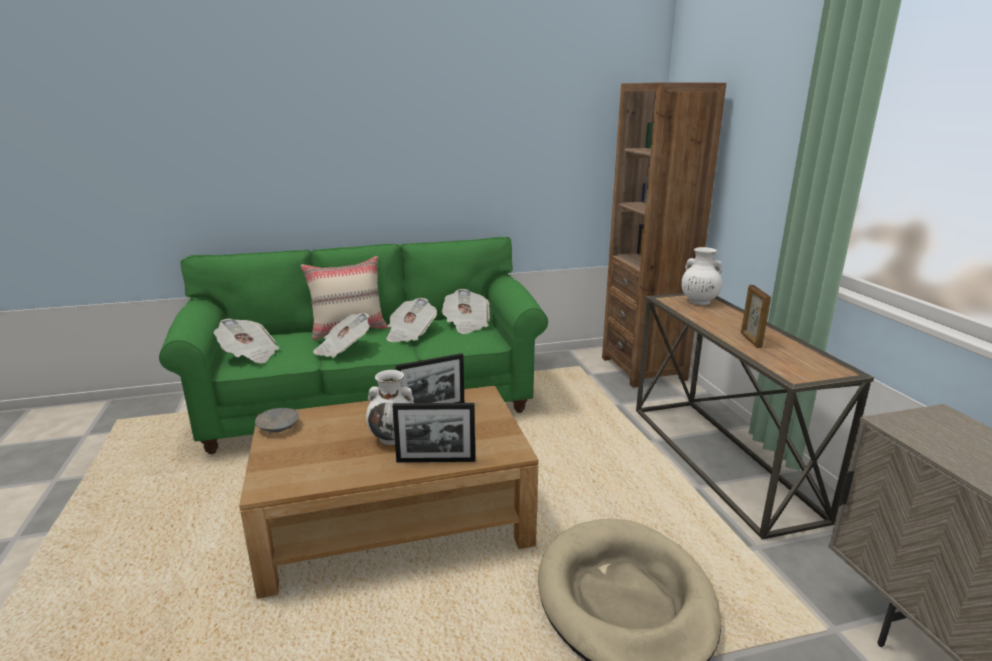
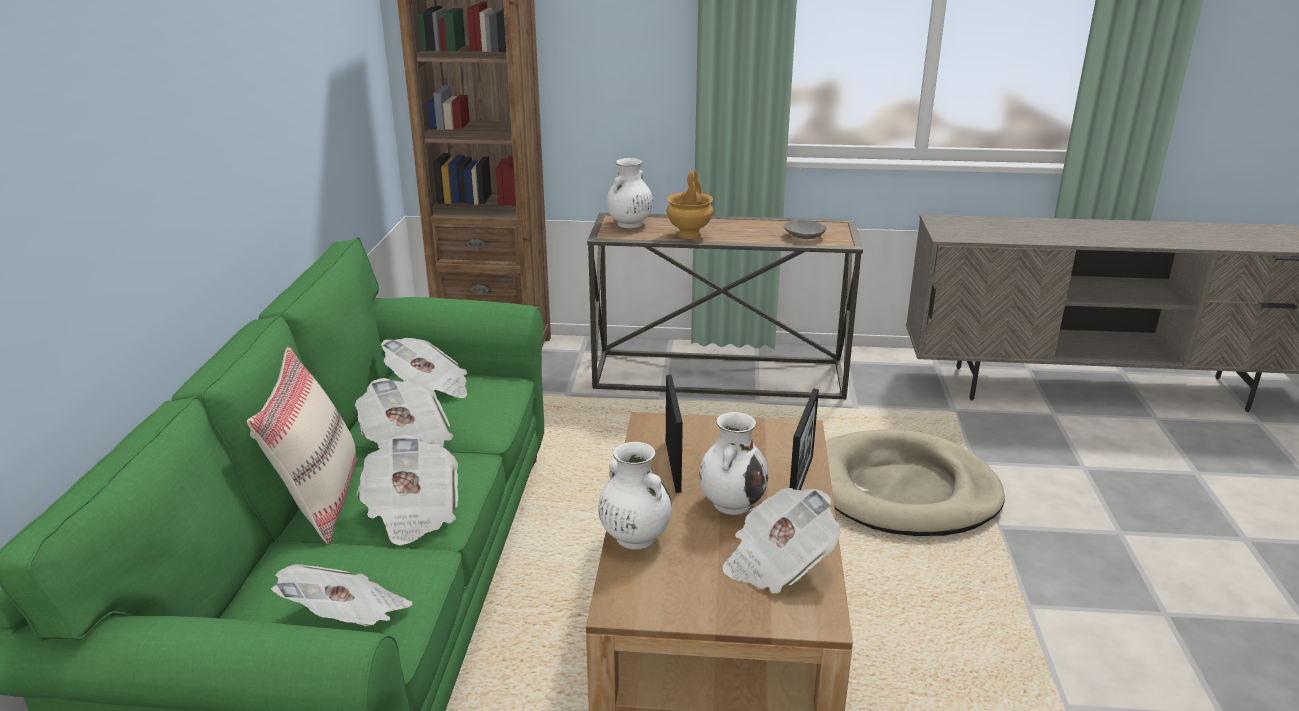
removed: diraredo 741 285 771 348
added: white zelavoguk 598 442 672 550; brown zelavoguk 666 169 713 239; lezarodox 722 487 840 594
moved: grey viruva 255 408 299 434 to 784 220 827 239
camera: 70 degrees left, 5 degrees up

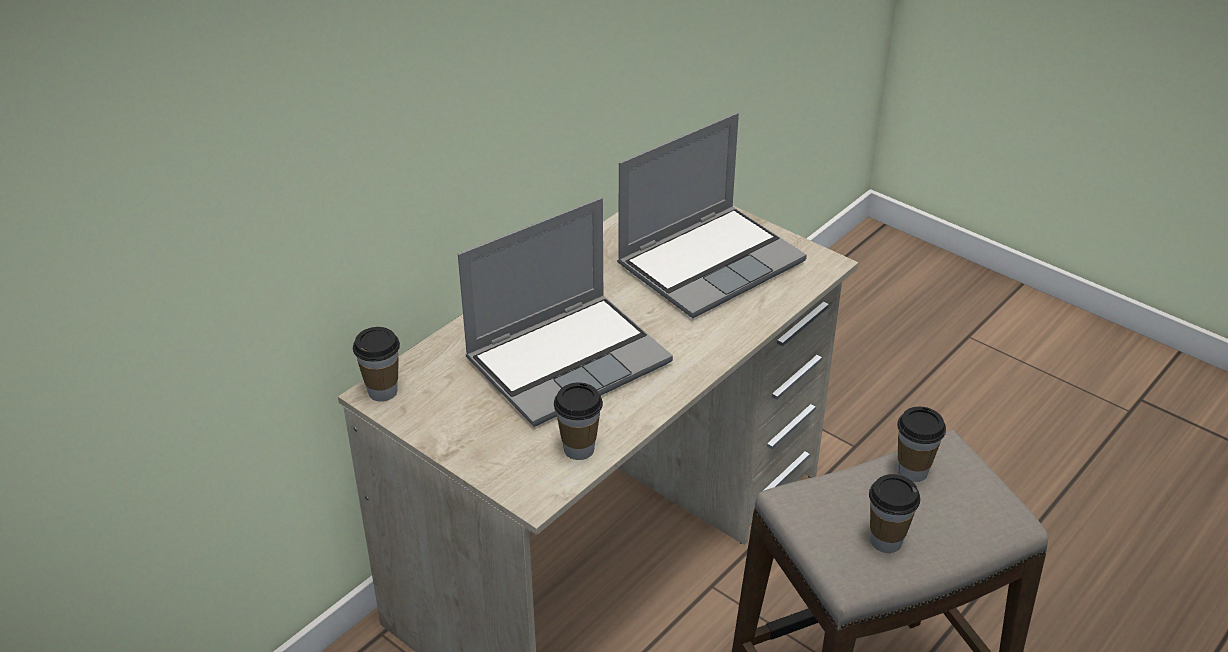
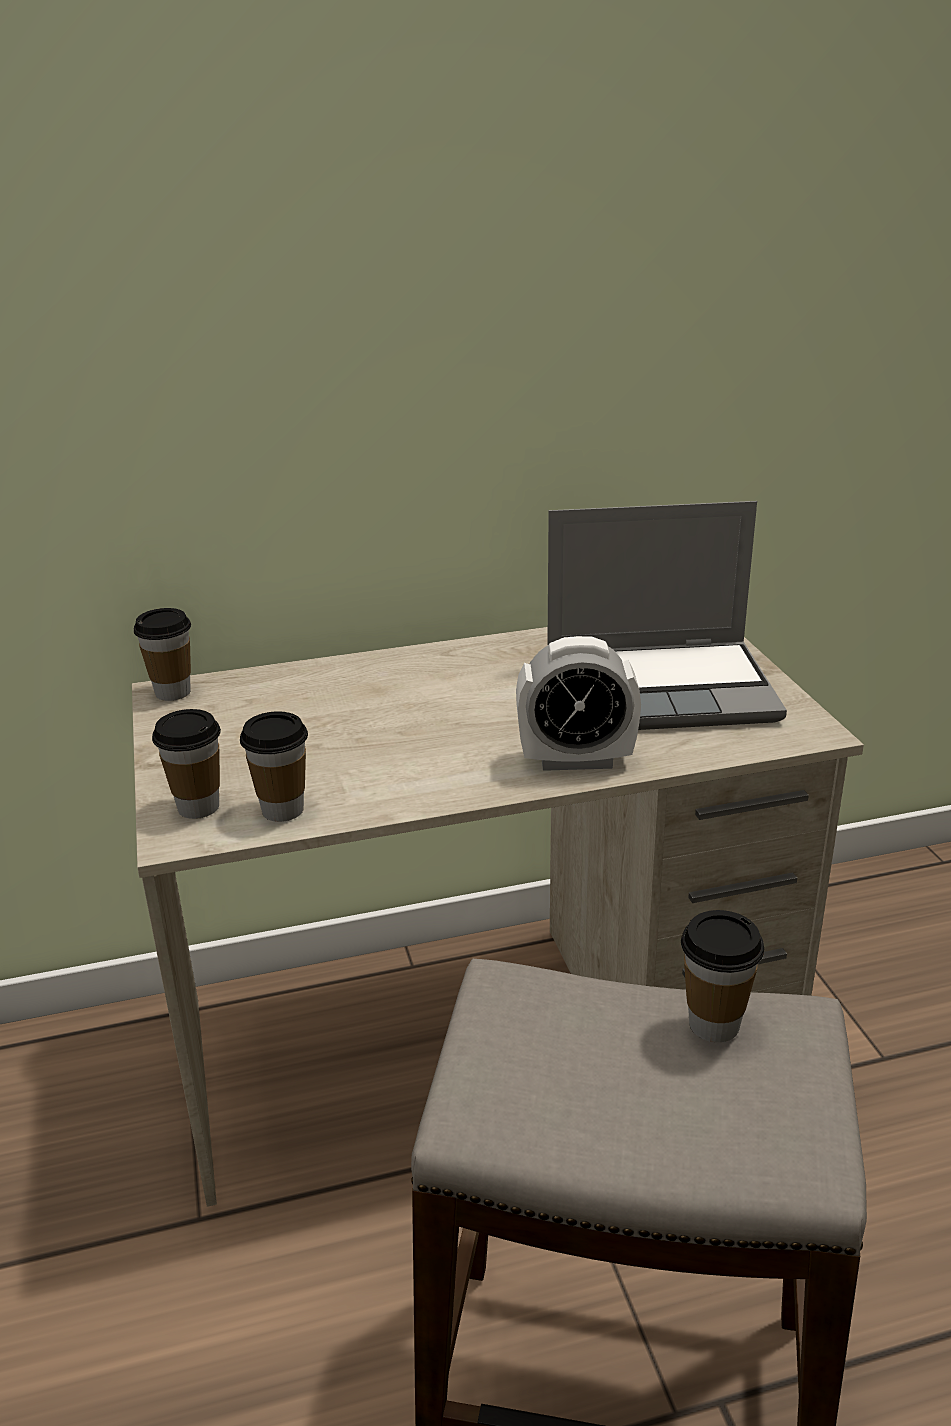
removed: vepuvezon 458 197 673 427
added: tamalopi 516 636 641 771
moved: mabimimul 869 474 920 553 to 152 709 221 819
camera: 35 degrees right, 10 degrees down

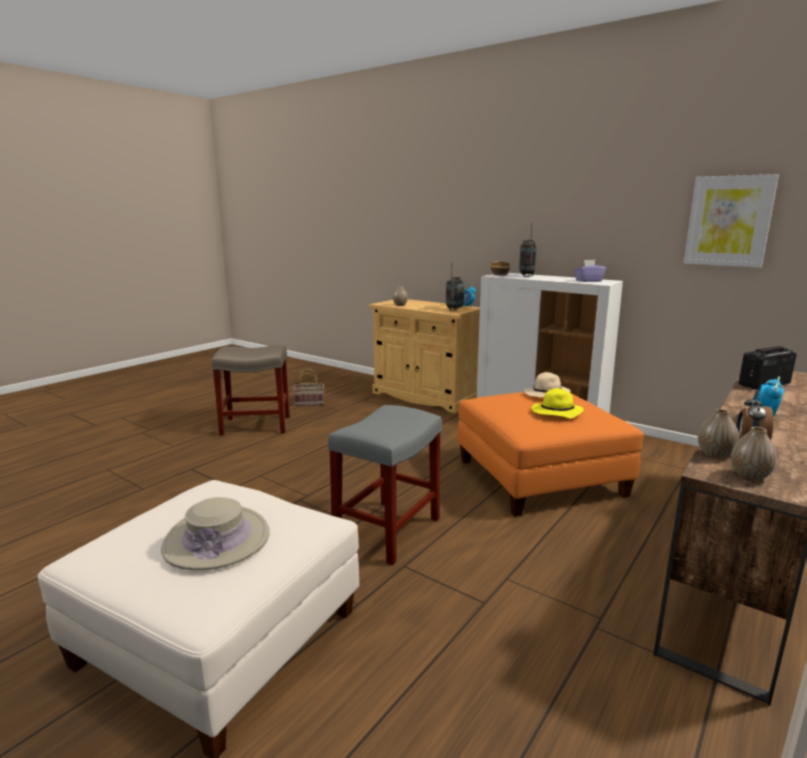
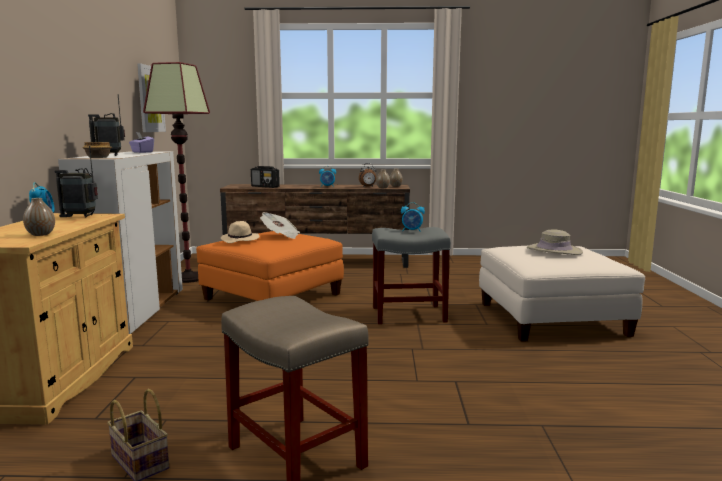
added: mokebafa 143 62 210 283; tamalopi 401 202 425 232
replaced: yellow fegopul 531 388 584 419 to lezarodox 260 212 300 239
camera: 125 degrees left, 5 degrees down

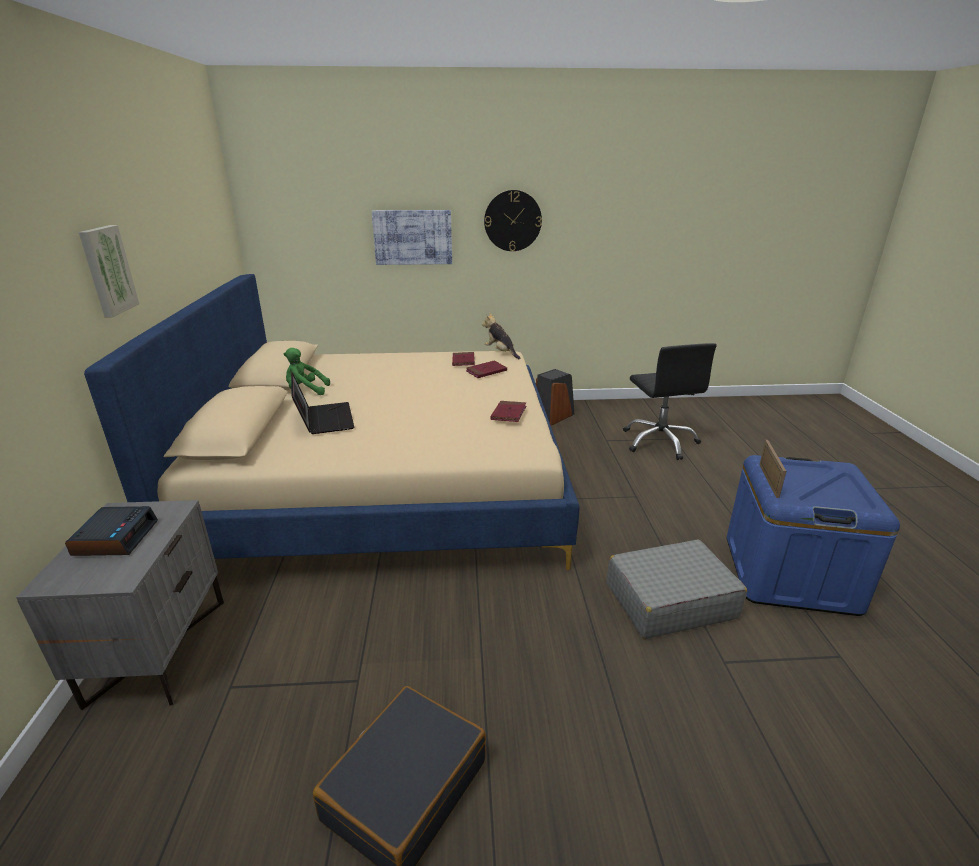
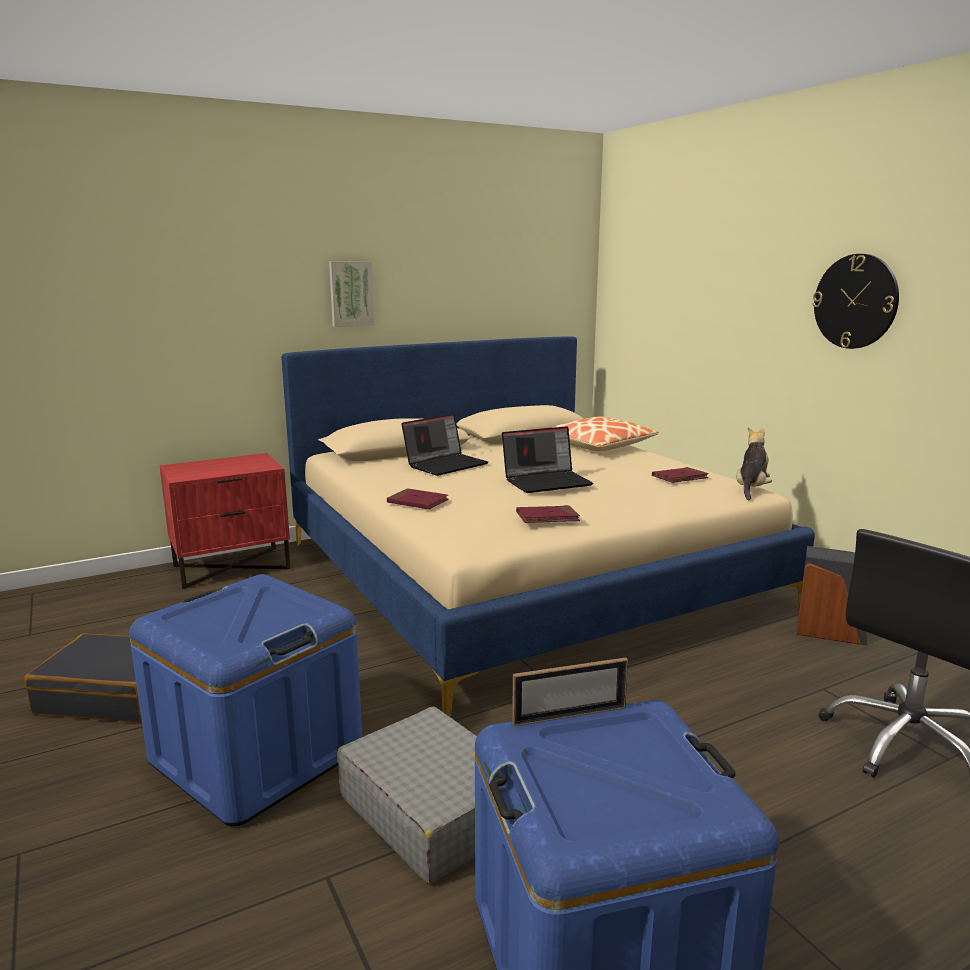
removed: tamalopi 65 506 158 556; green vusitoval 283 348 330 395; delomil 372 210 452 265
added: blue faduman 129 574 362 826; vepuvezon 502 426 593 493; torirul 552 417 659 451
moved: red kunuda 466 360 507 378 to 387 488 449 510
recoloured: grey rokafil 16 500 224 710 to red rokafil 160 453 291 589
camera: 65 degrees right, 10 degrees down

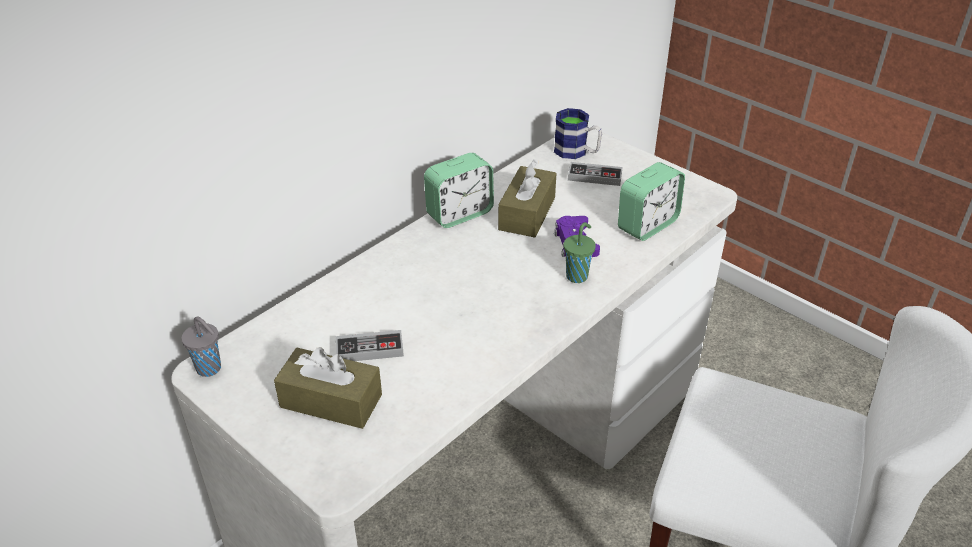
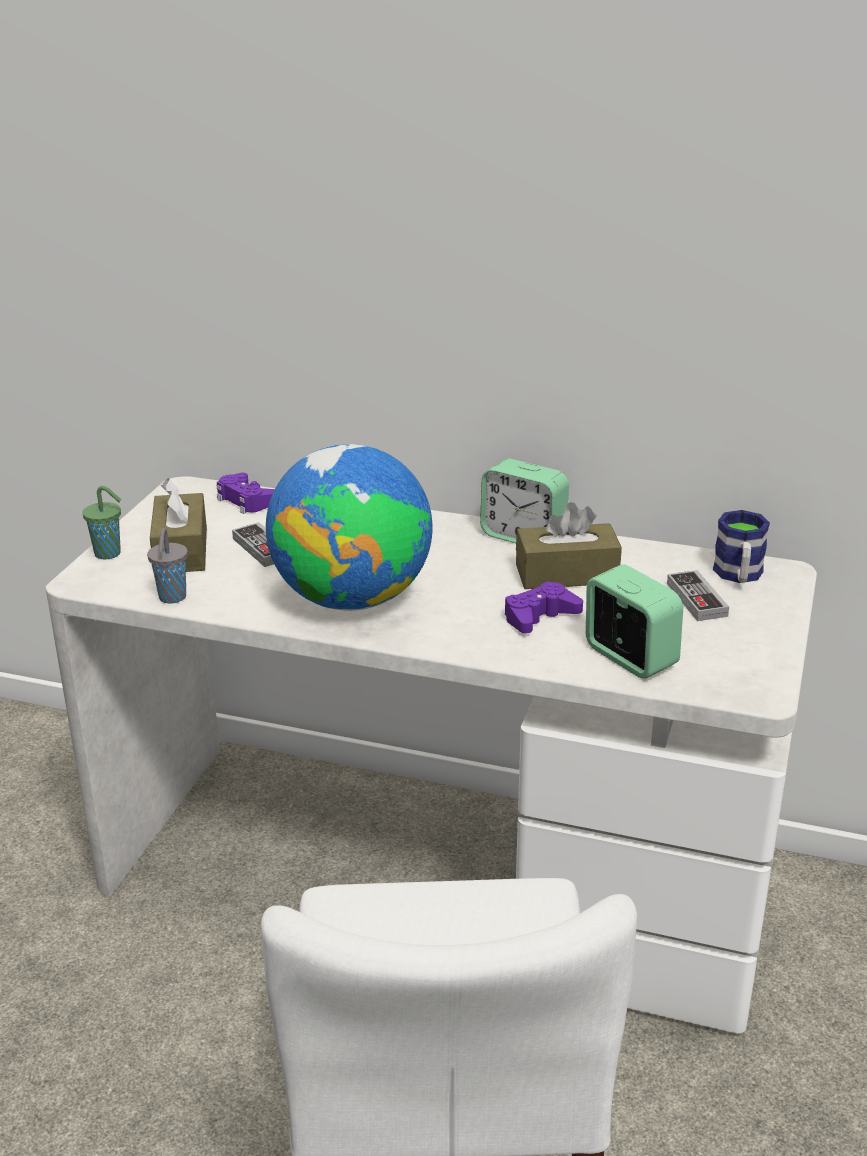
added: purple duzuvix 217 473 275 514; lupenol 266 444 432 611
moved: grey mabimimul 181 316 221 377 to 147 528 188 604; green mabimimul 564 222 596 283 to 82 486 121 559
turned: tamalopi 618 162 685 241 = 586 564 683 679 150 degrees counterclockwise
camera: 65 degrees right, 10 degrees down

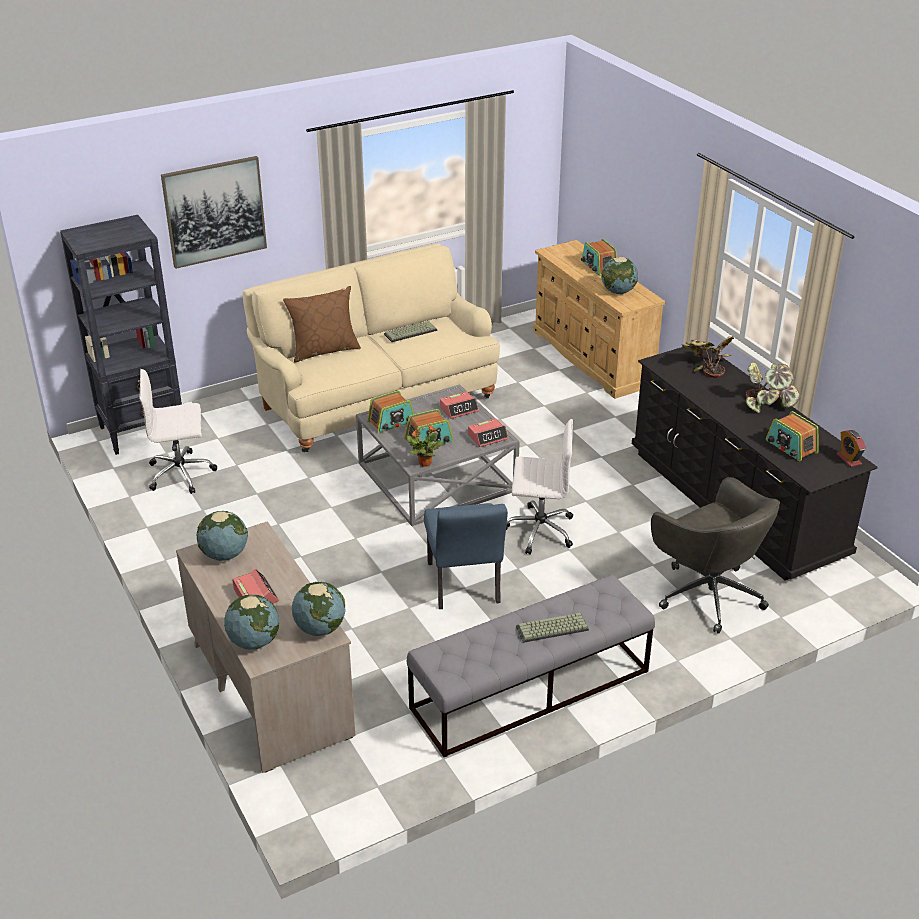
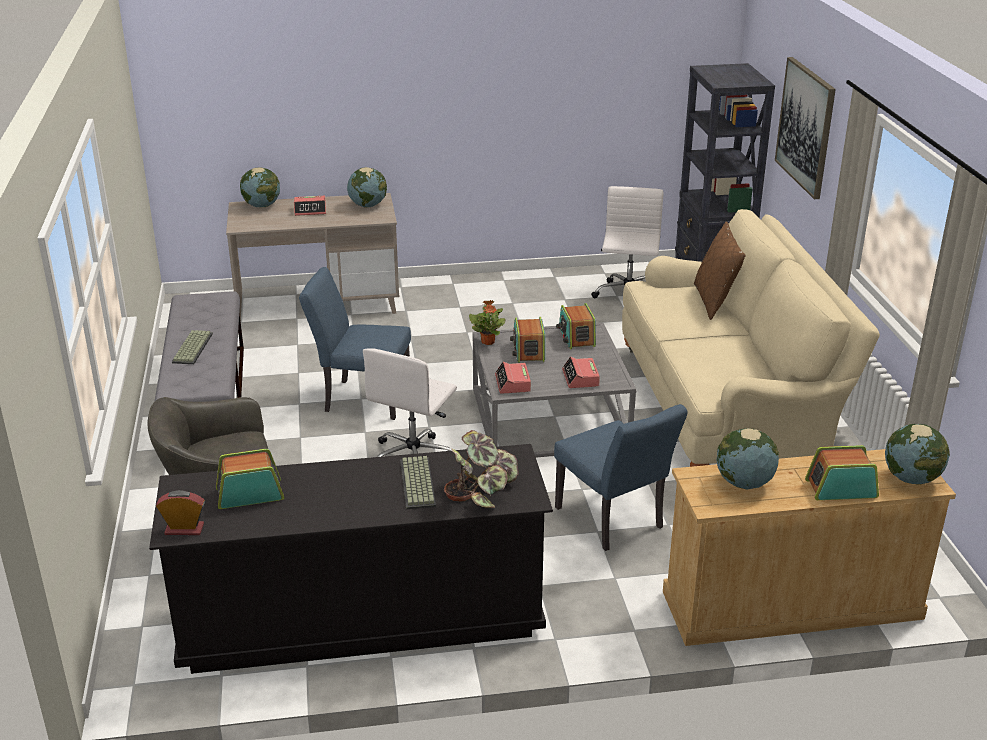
removed: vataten 746 362 800 413
added: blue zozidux 554 404 687 551
moved: lupenol 292 582 346 636 to 885 424 950 485; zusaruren 384 321 437 342 to 400 456 436 509
camera: 110 degrees right, 5 degrees down

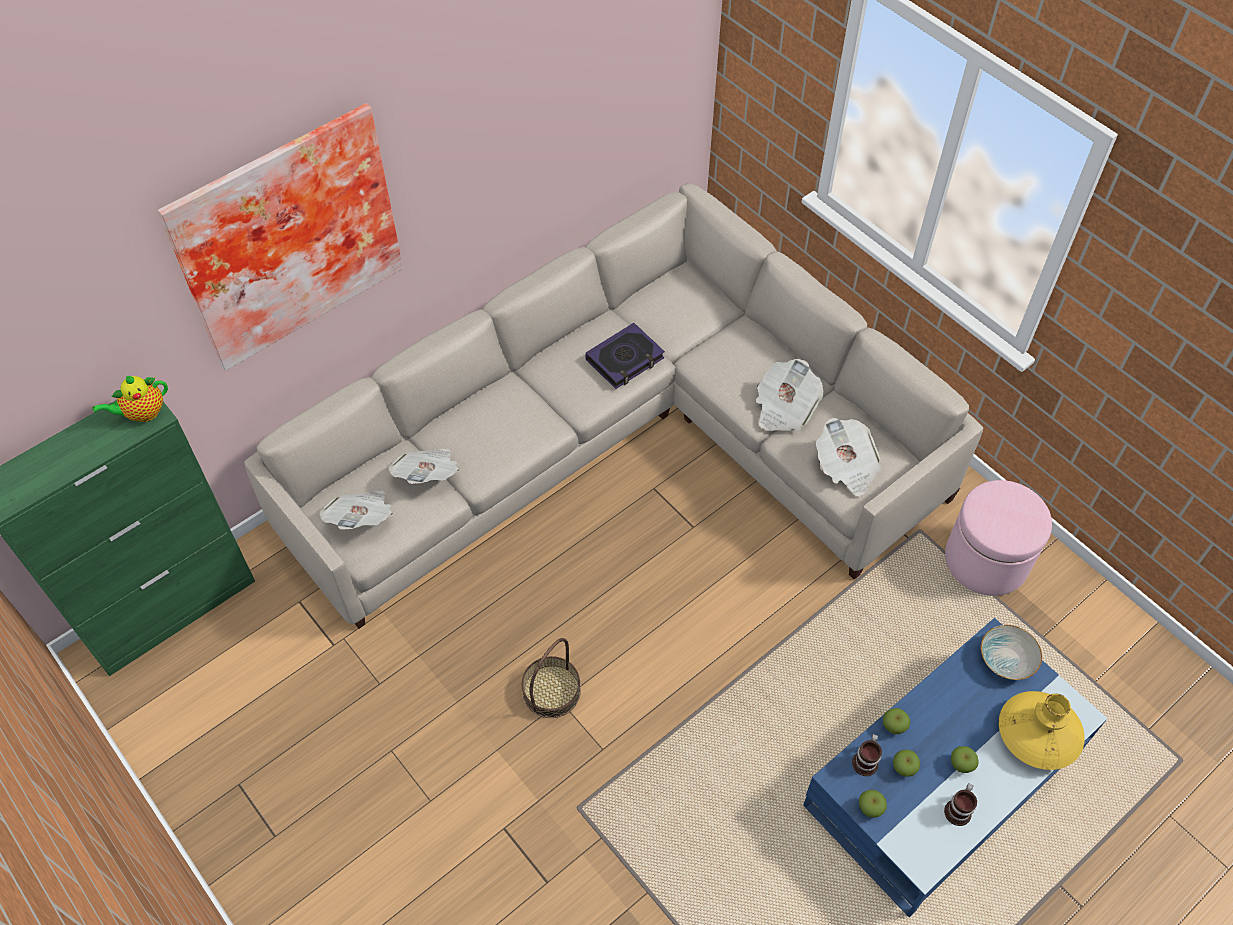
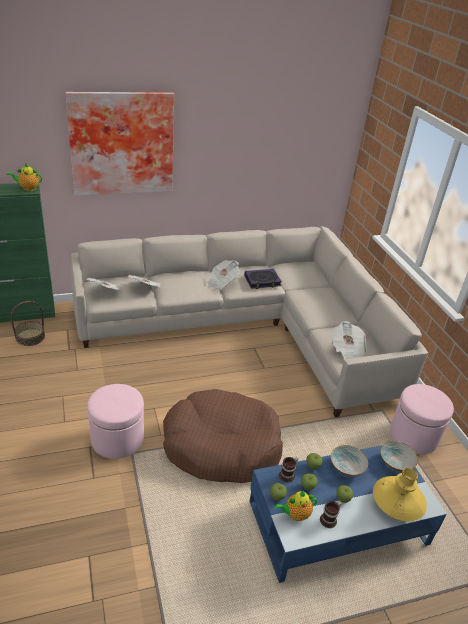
added: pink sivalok 87 384 144 459; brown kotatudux 163 389 283 483; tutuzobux 274 491 317 521; viruva 331 445 368 476
moved: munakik 522 638 581 718 to 11 301 45 346; lezarodox 756 359 824 432 to 205 260 241 290
camera: 20 degrees right, 20 degrees down

